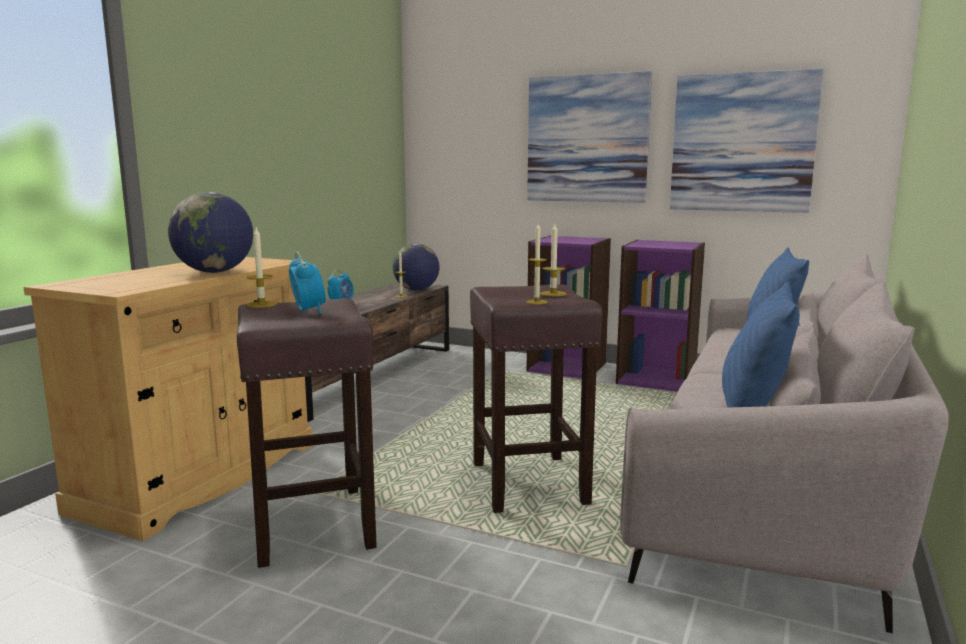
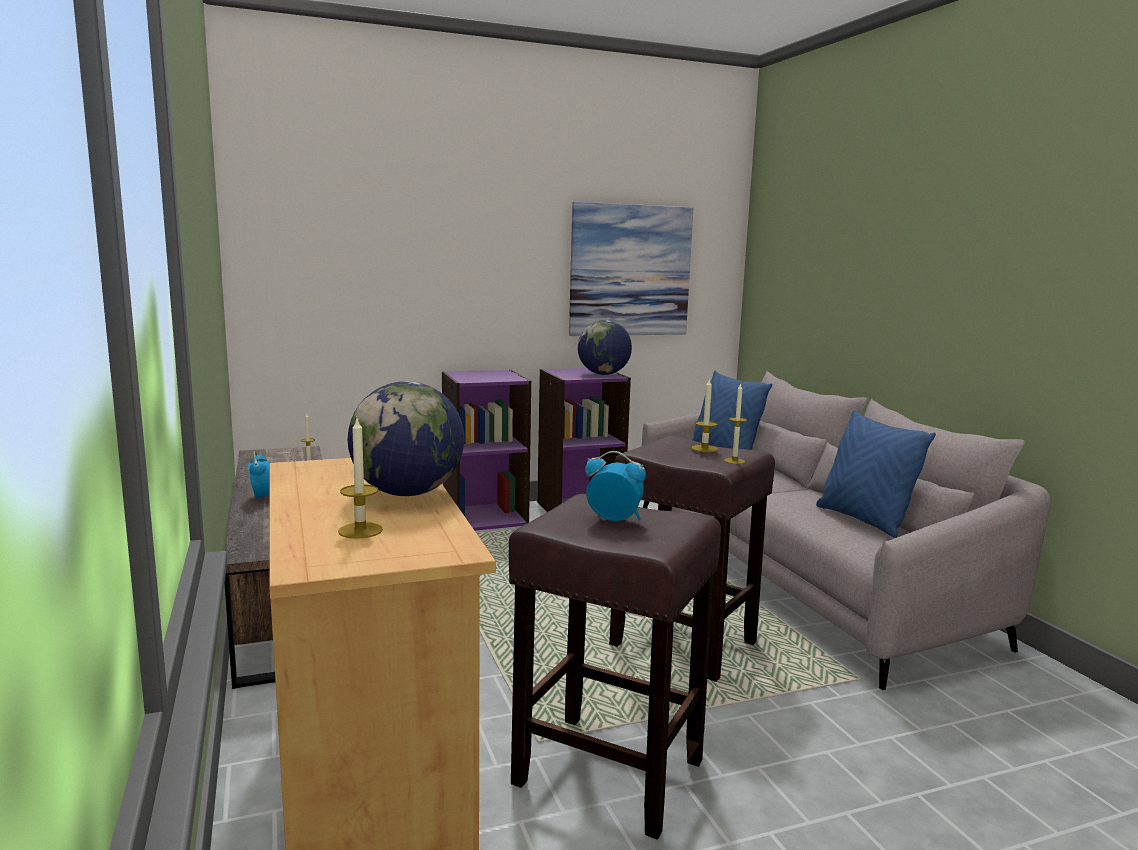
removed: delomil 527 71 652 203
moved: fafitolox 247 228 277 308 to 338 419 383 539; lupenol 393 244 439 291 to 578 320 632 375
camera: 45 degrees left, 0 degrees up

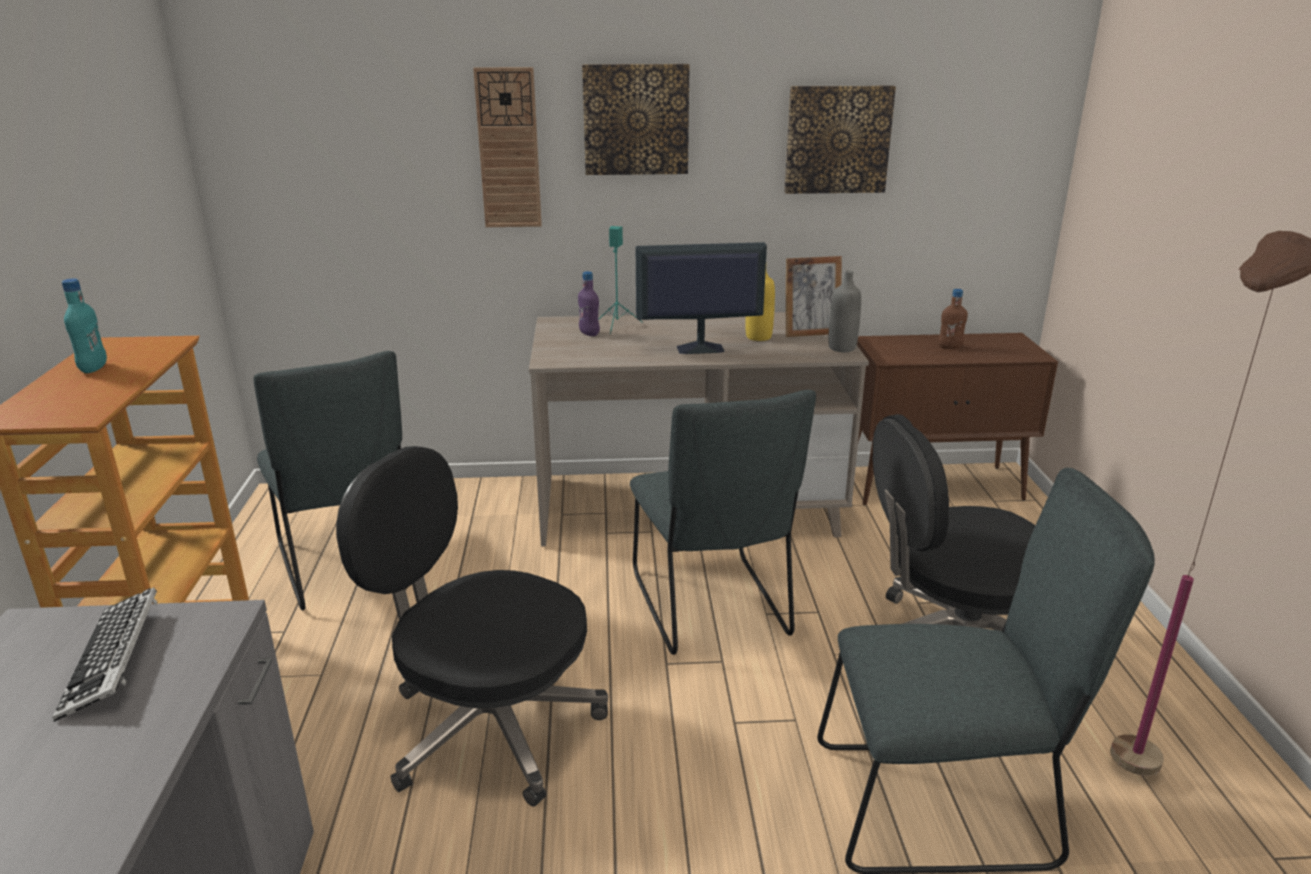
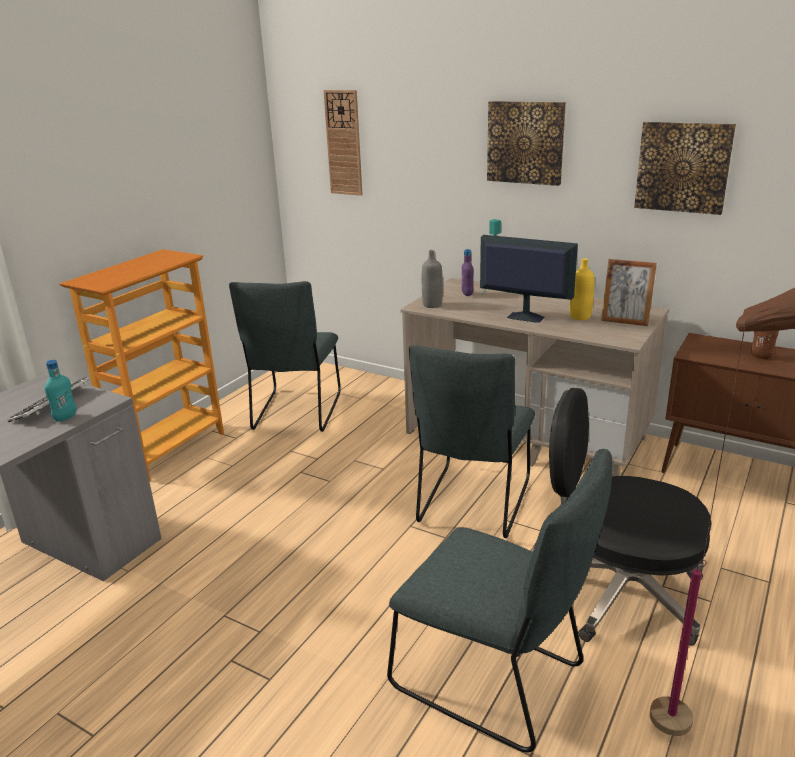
removed: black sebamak 336 446 608 807
moved: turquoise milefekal 62 279 107 373 to 44 360 77 422; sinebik 473 67 542 227 to 323 90 362 196; grey milefekal 828 270 861 352 to 422 250 443 308
camera: 35 degrees right, 0 degrees up

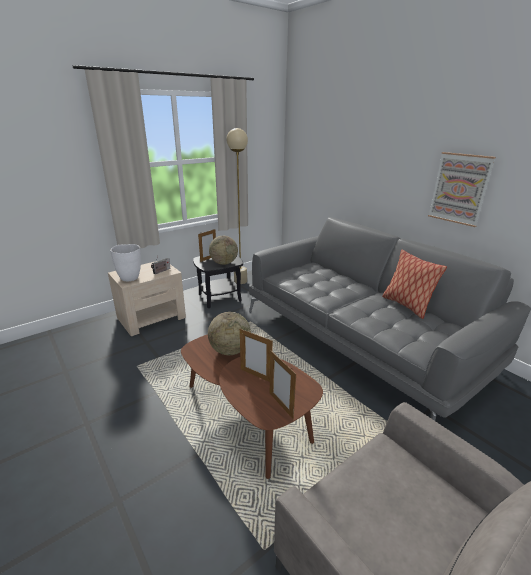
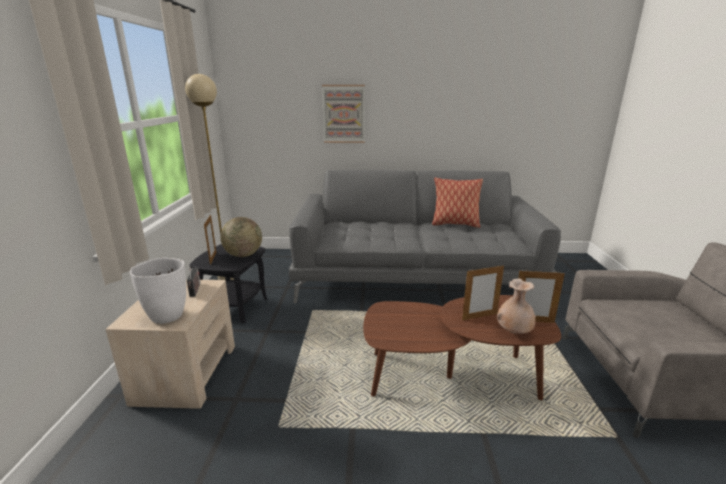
removed: lupenol 208 312 251 355
added: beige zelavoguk 497 279 536 334
moved: delomil 428 152 496 227 to 322 85 365 143
camera: 50 degrees left, 5 degrees down

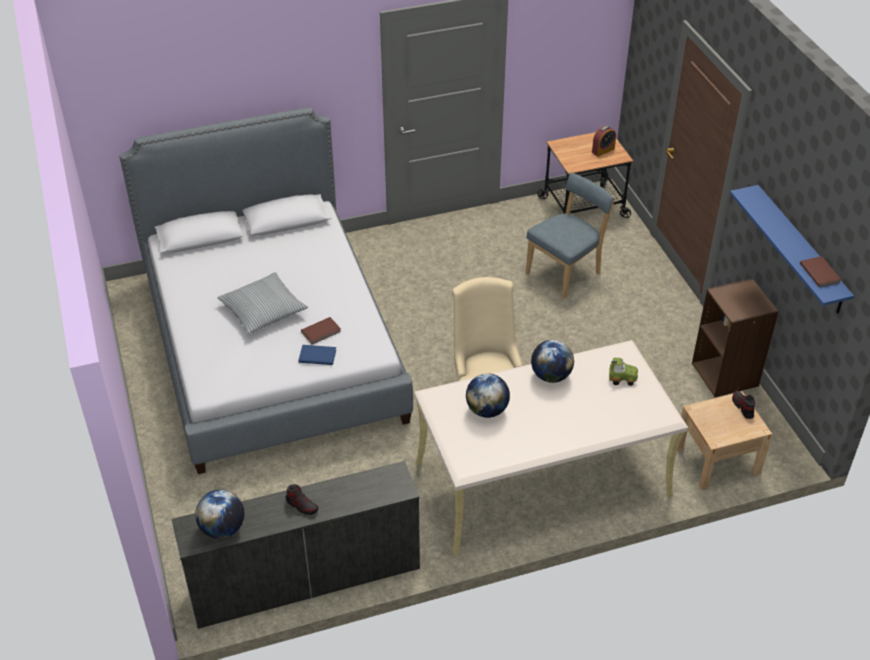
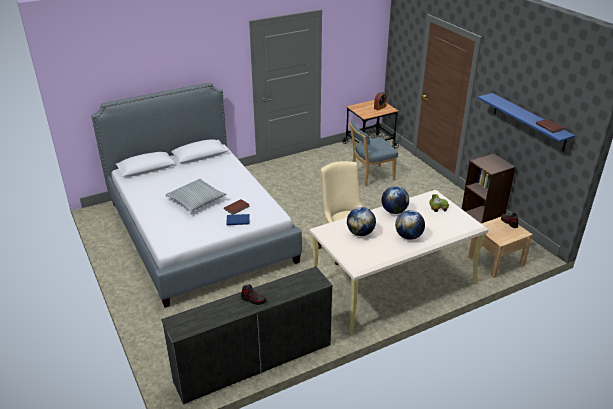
moved: lupenol 195 490 244 539 to 395 210 425 240
turned: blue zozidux 526 173 615 299 = 349 121 398 187 150 degrees counterclockwise
camera: 10 degrees left, 10 degrees down

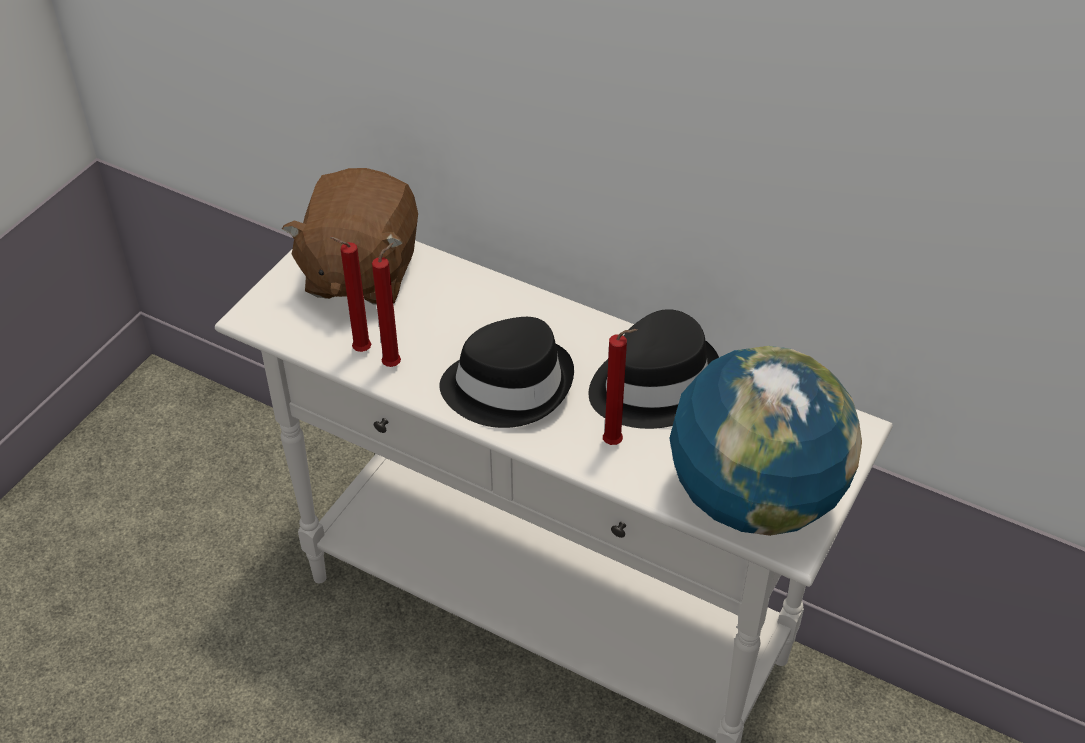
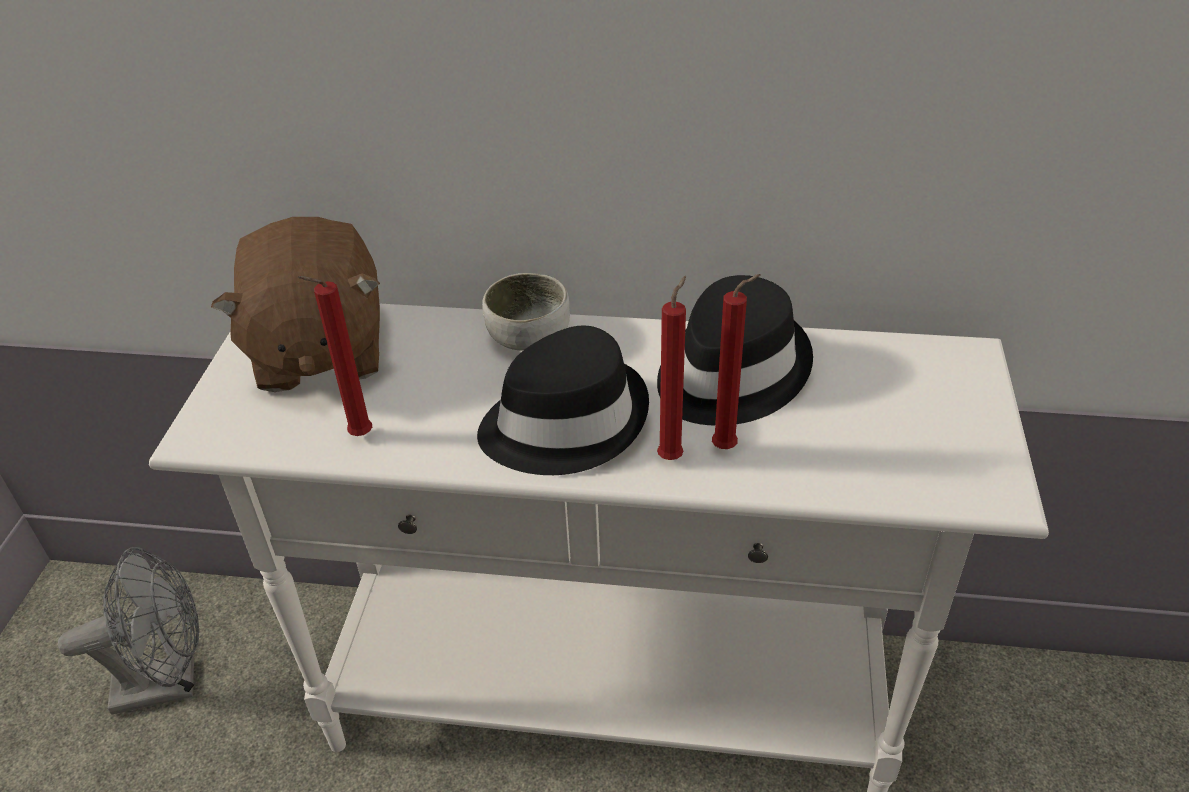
removed: lupenol 670 346 862 536
added: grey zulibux 58 547 199 715; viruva 482 273 570 351
moved: red fafitolox 372 243 401 367 to 657 276 686 460
camera: 20 degrees left, 5 degrees down

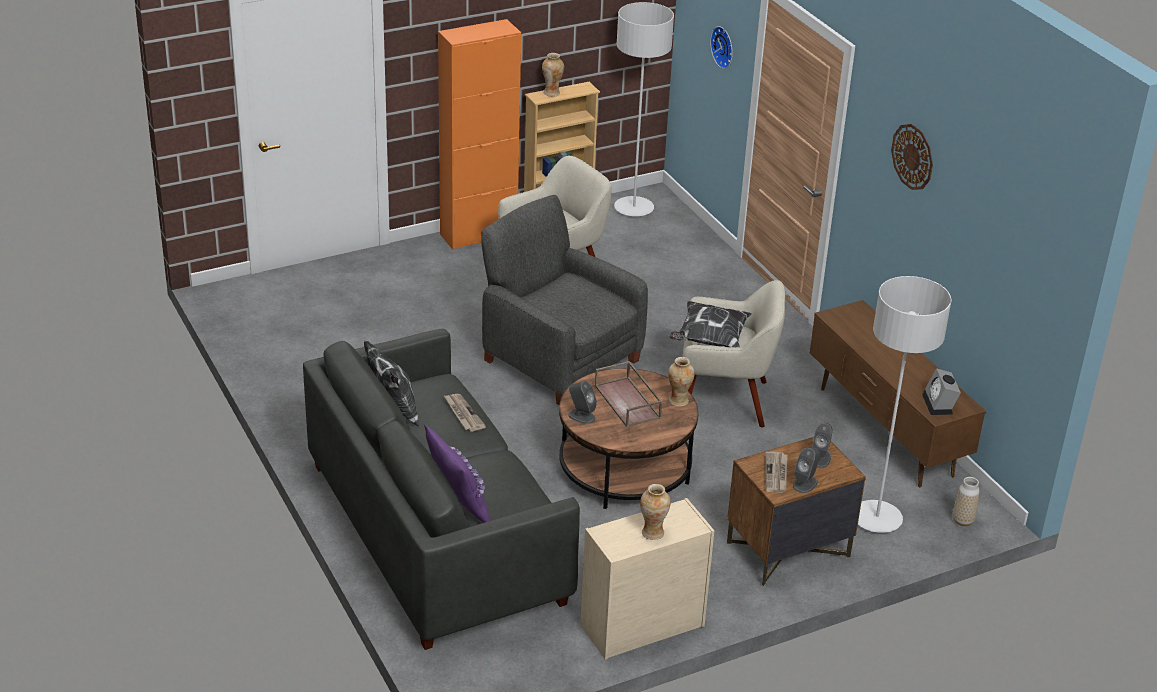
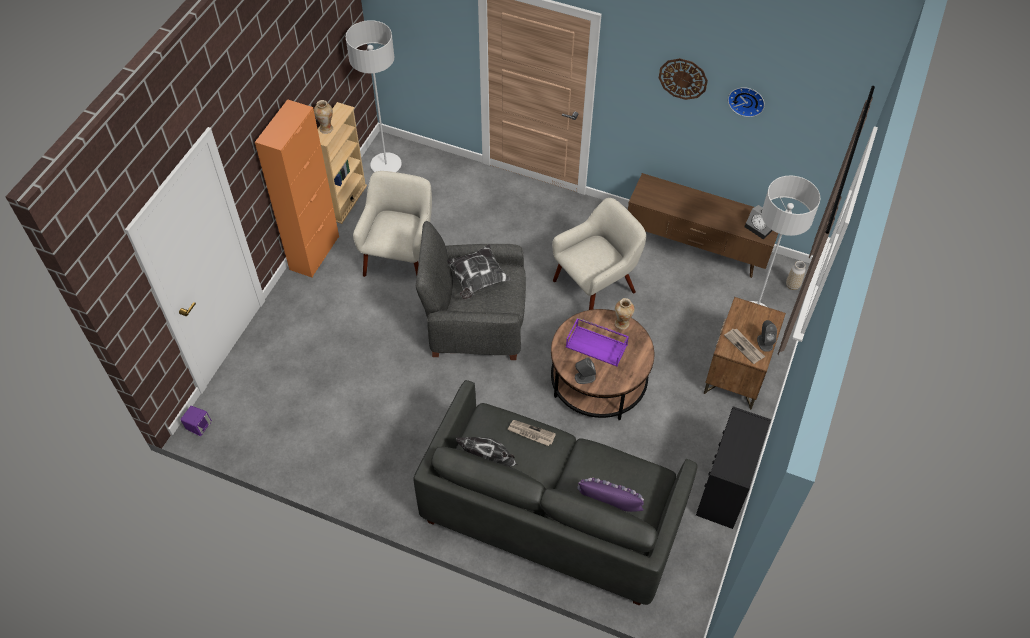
removed: zelavoguk 640 484 671 540; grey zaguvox 812 423 832 468
added: purple zaguvox 180 406 212 436
moved: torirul 669 301 752 347 to 447 244 511 300; sinebik 710 26 733 69 to 728 87 765 117
recoloured: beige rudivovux 580 498 714 660 to black rudivovux 696 406 771 529; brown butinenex 595 361 662 427 to purple butinenex 566 317 629 366
camera: 40 degrees left, 20 degrees up

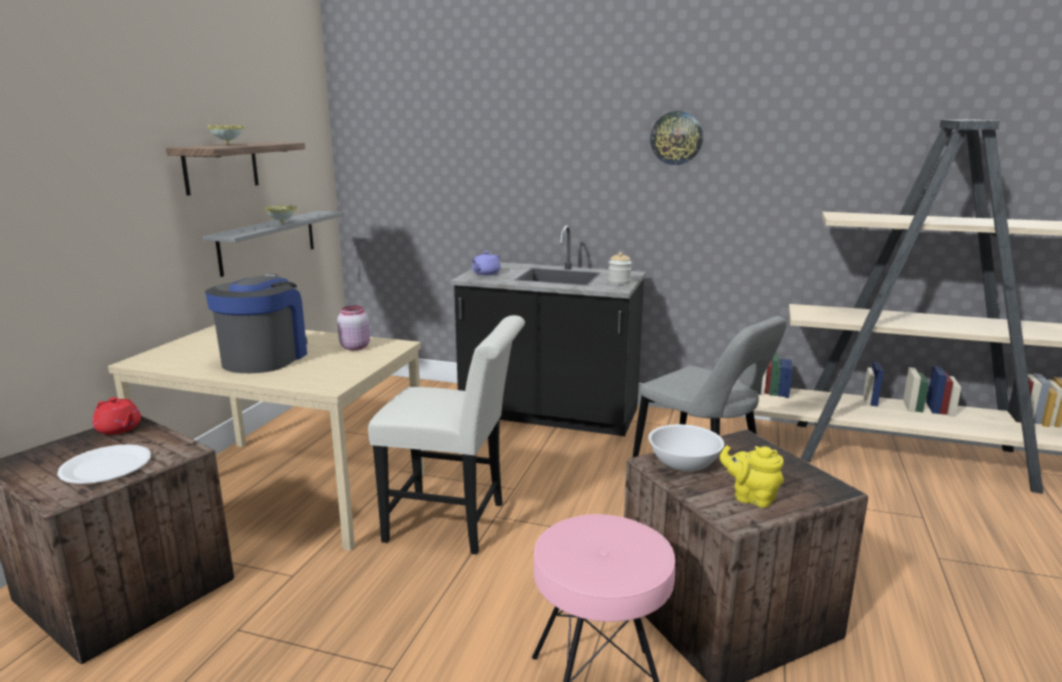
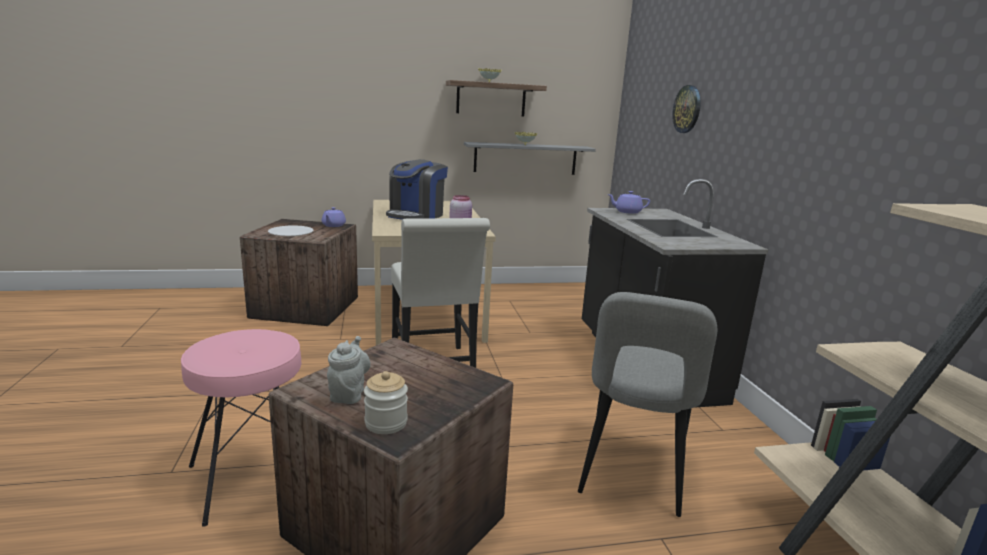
removed: white viruva 648 424 724 471
moved: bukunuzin 608 252 632 285 to 364 371 408 434; sinebik 650 111 703 165 to 672 85 701 133
recoloured: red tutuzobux 92 397 141 435 to purple tutuzobux 322 207 346 227; yellow tutuzobux 720 445 784 508 to grey tutuzobux 327 336 371 404
turned: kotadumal 205 274 307 373 = 386 159 448 220 135 degrees clockwise
camera: 60 degrees right, 0 degrees up

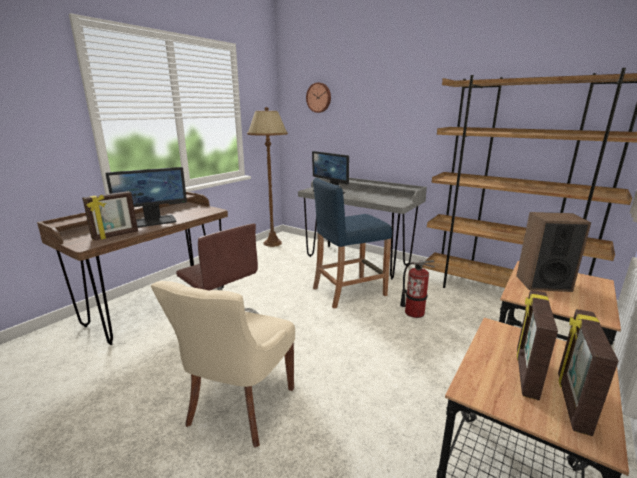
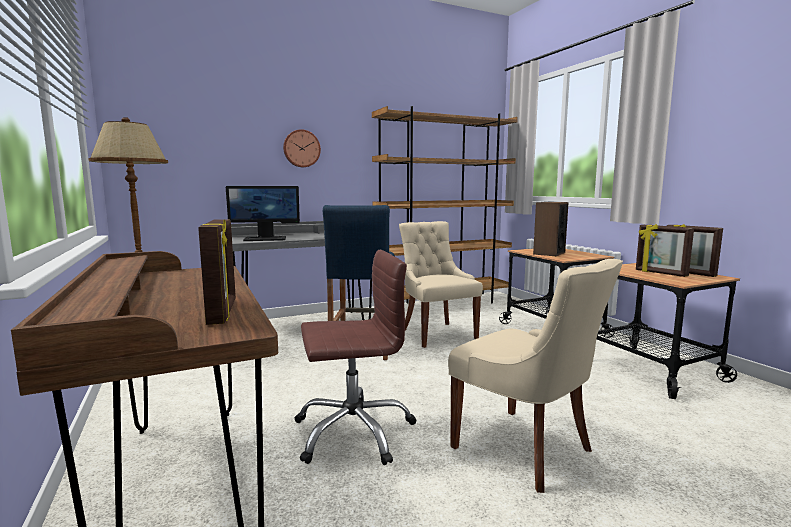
removed: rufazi 106 167 187 228
moved: sinebik 306 82 331 113 to 283 129 321 167
replaced: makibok 400 260 435 318 to beige zozidux 399 221 483 348
camera: 60 degrees left, 10 degrees down

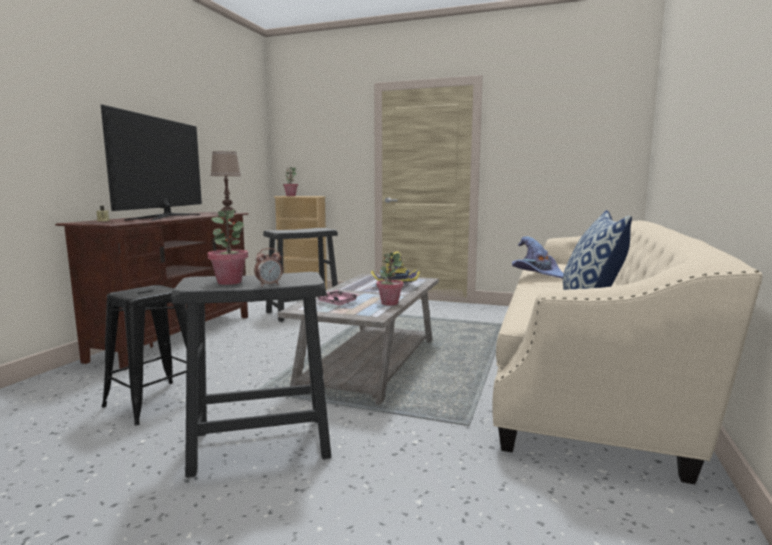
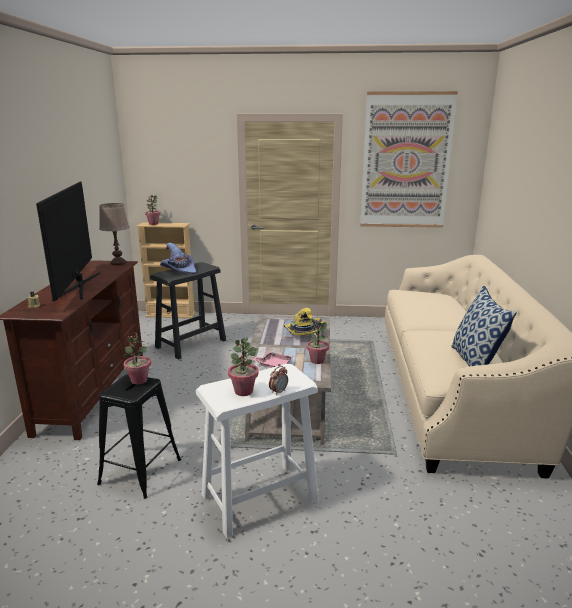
added: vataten 124 332 151 384; delomil 360 91 458 228
moved: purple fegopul 512 236 564 279 to 160 243 196 274
recoloured: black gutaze 171 272 331 478 to white gutaze 196 364 319 538
camera: 15 degrees left, 10 degrees up

